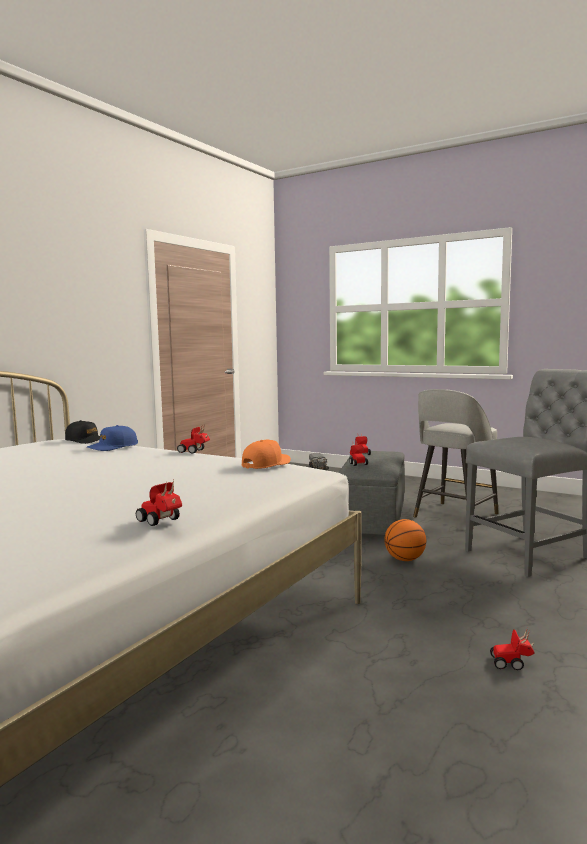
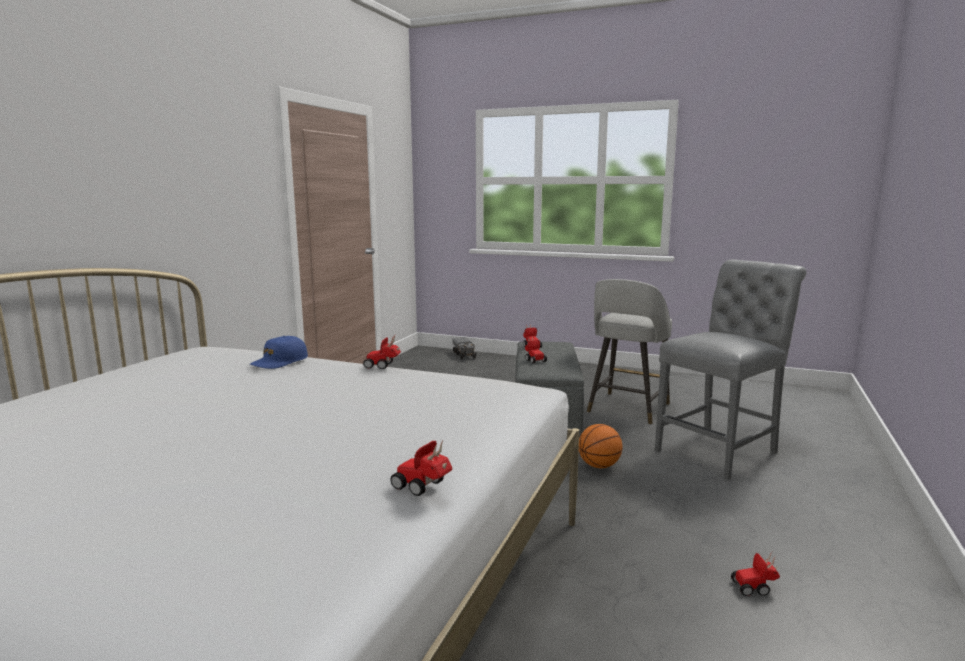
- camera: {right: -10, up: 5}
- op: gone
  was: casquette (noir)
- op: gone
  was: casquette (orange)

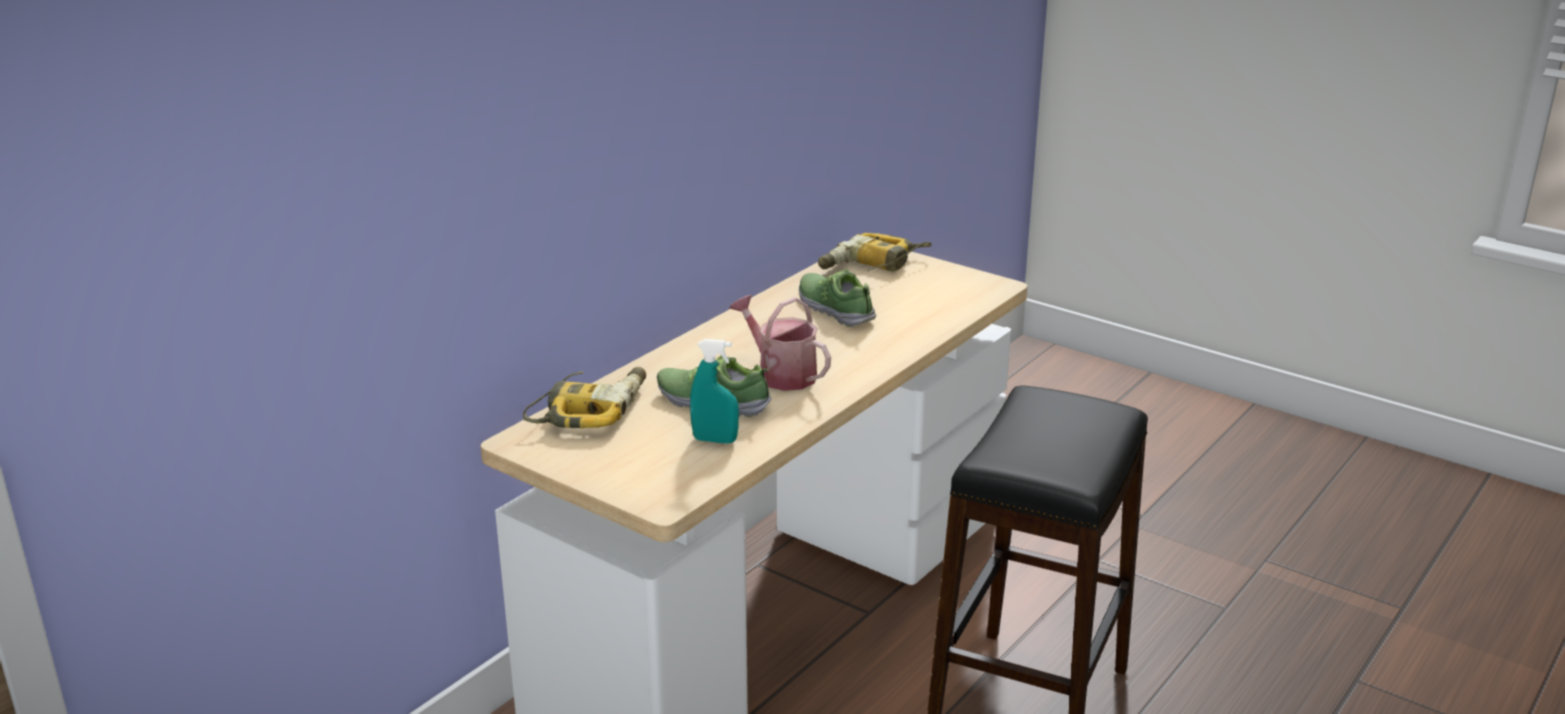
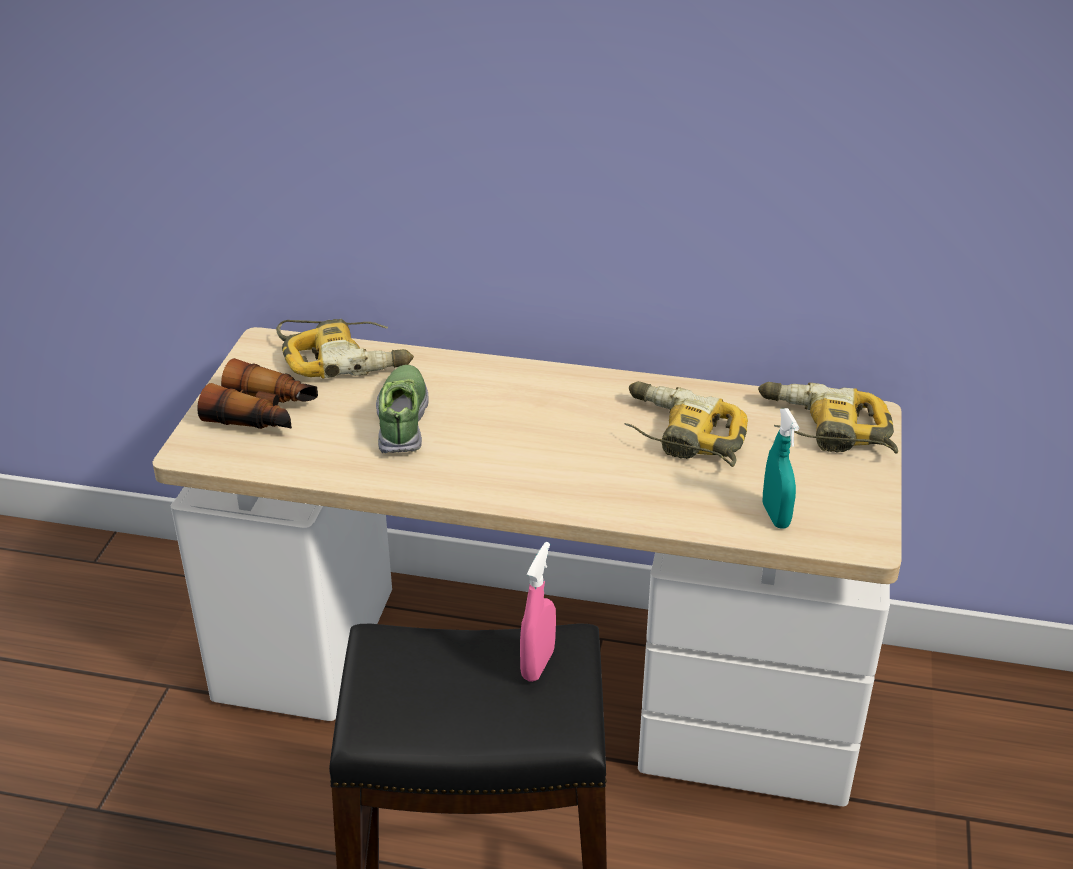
- camera: {right: 65, up: 10}
- op: new
  now: jumelles
- op: new
  now: vaporisateur (rose)
- op: swapped
  was: chaussure (no. 2 from left)
  now: perceuse (no. 2 from left)
- op: shifted
  was: vaporisateur (turquoise)
- op: gone
  was: arrosoir

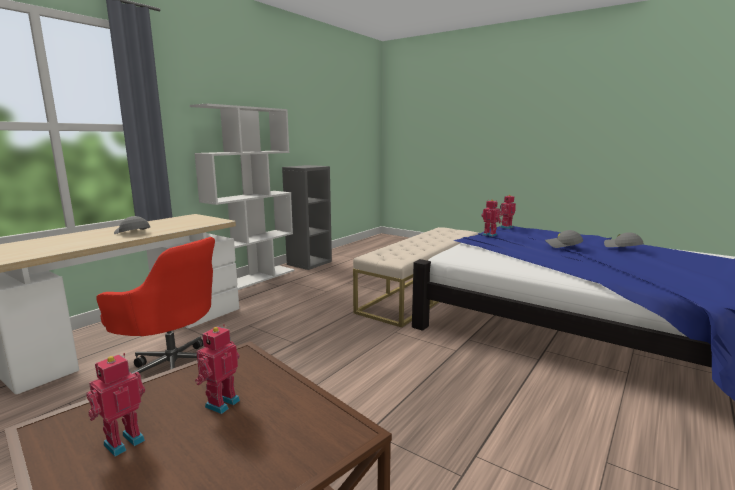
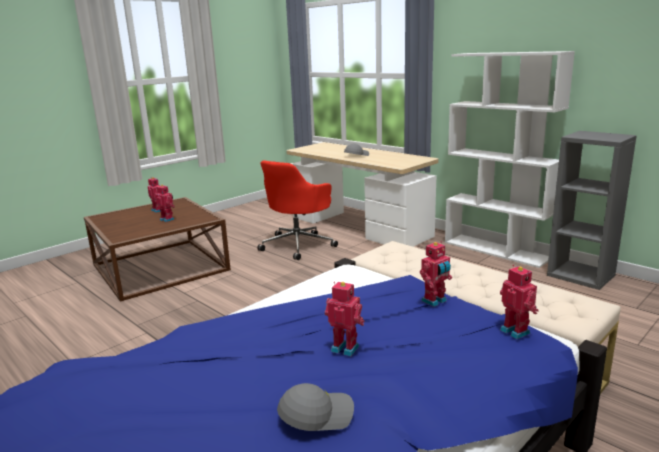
- camera: {right: 100, up: 5}
- op: swapped
  was: casquette (gris) (no. 2 from left)
  now: robot jouet (no. 3 from left)

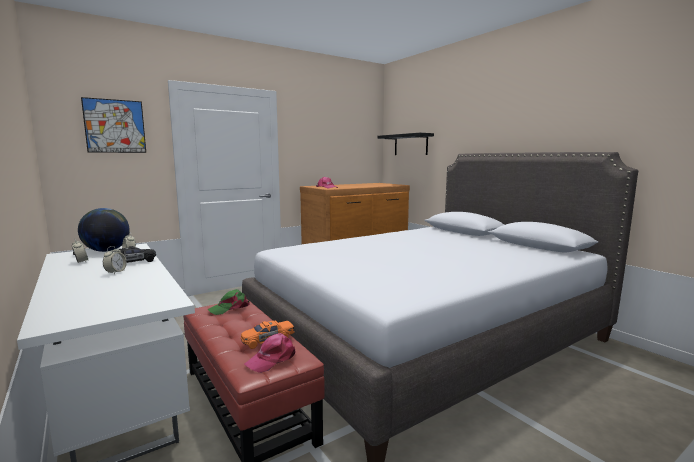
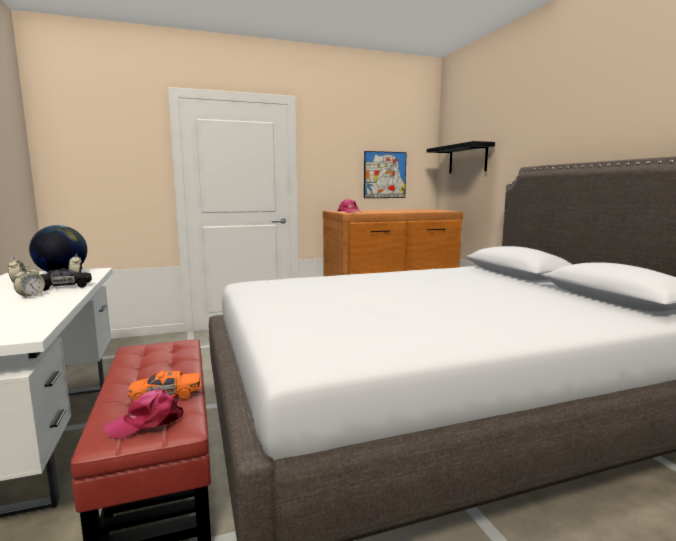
- camera: {right: 15, up: 0}
- op: shifted
  was: tableau
- op: gone
  was: casquette (vert)

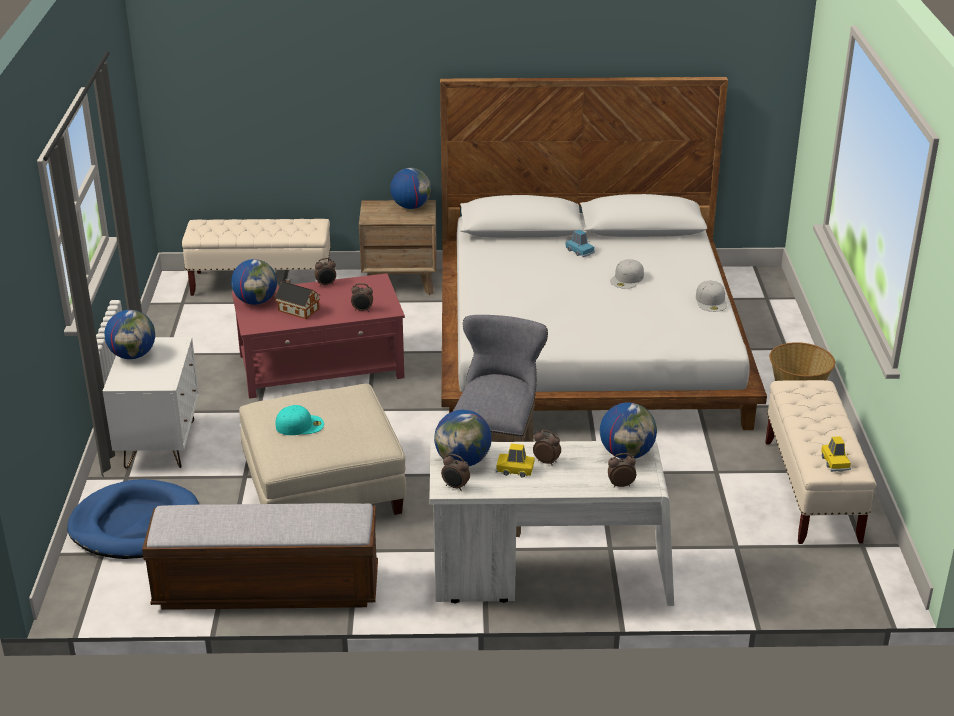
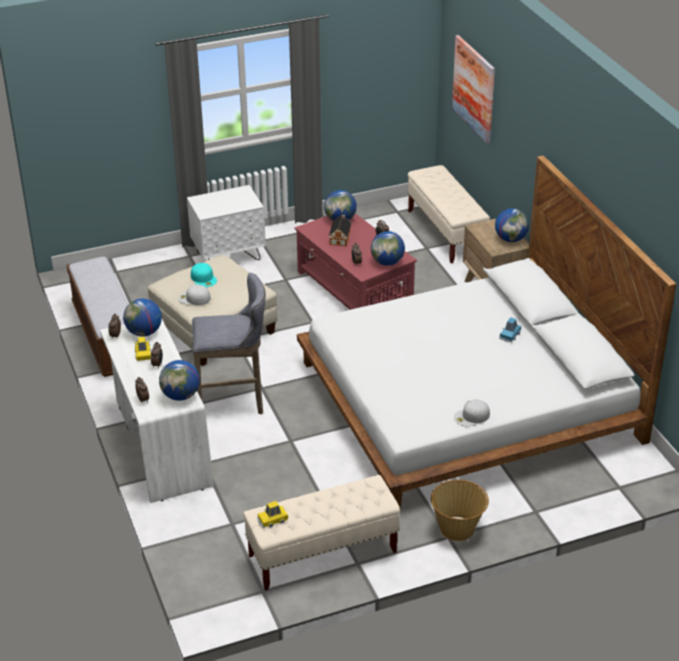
- camera: {right: 70, up: 5}
- op: shifted
  was: casquette (blanc) (no. 1 from left)
- op: shifted
  was: globe (no. 1 from left in the first image)
  now: globe (no. 4 from left)
- op: new
  now: tableau
- op: gone
  was: panier pour chien (bleu)

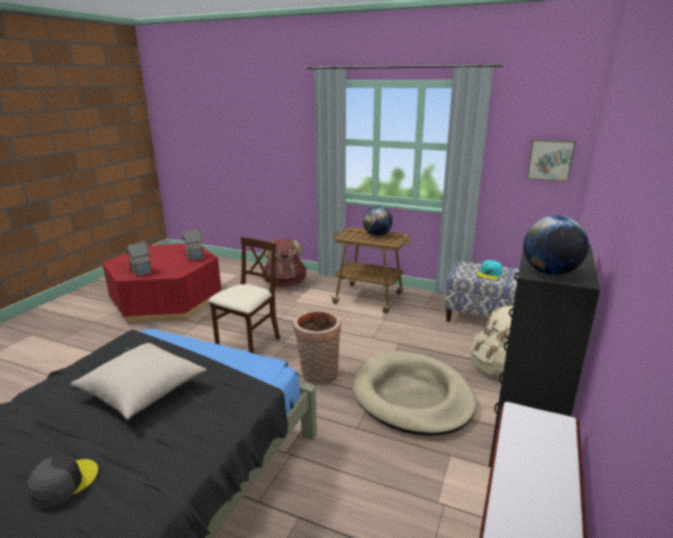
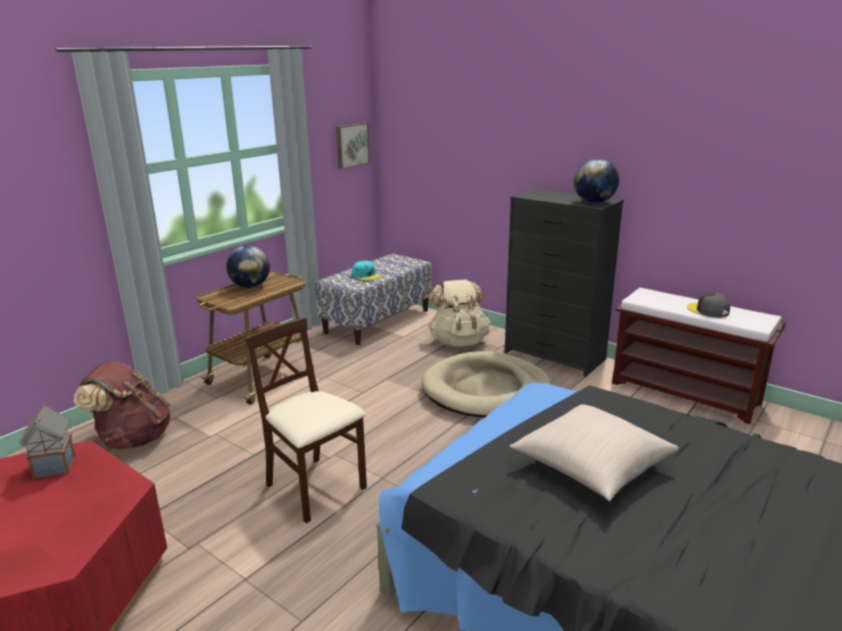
- camera: {right: -75, up: 0}
- op: shifted
  was: casquette (gris)
- op: gone
  was: maison miniature (no. 1 from left)
- op: gone
  was: panier

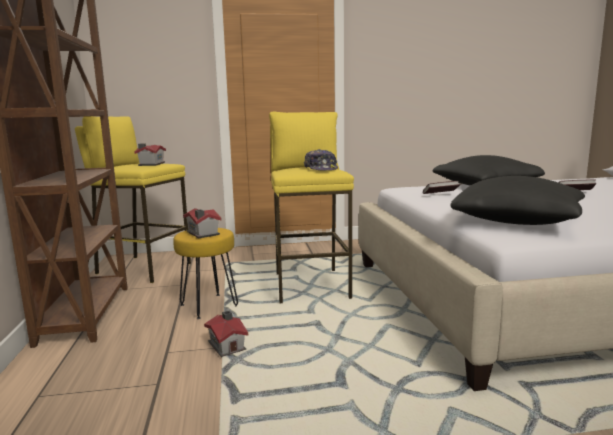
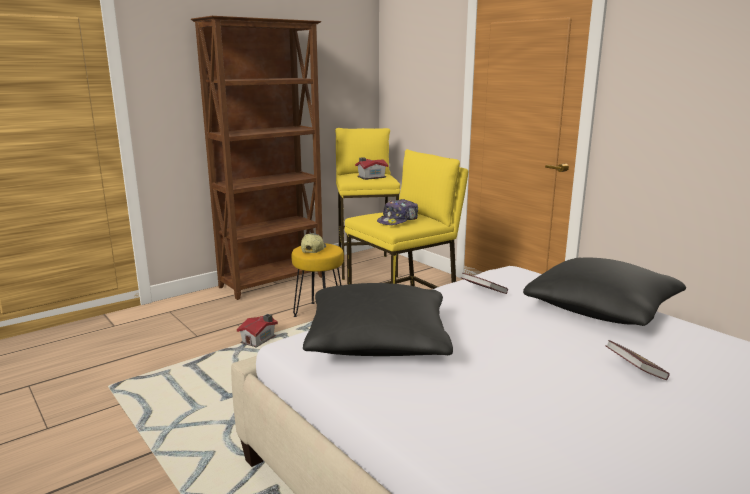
- camera: {right: 60, up: 5}
- op: swapped
  was: maison miniature (no. 2 from left)
  now: casquette (no. 1 from left)

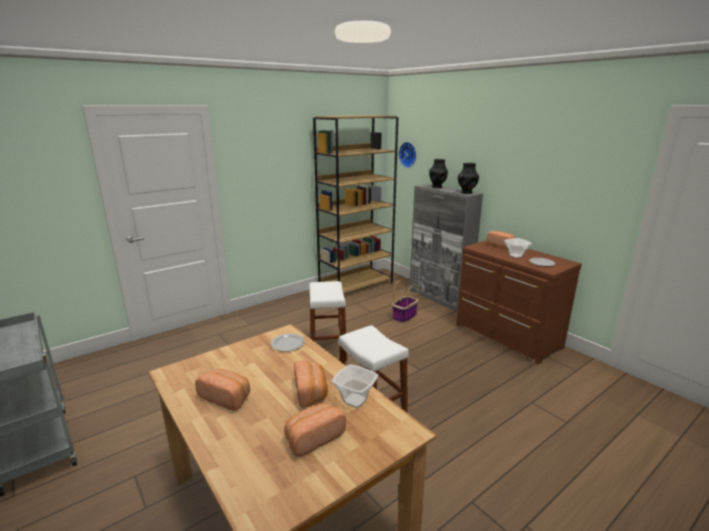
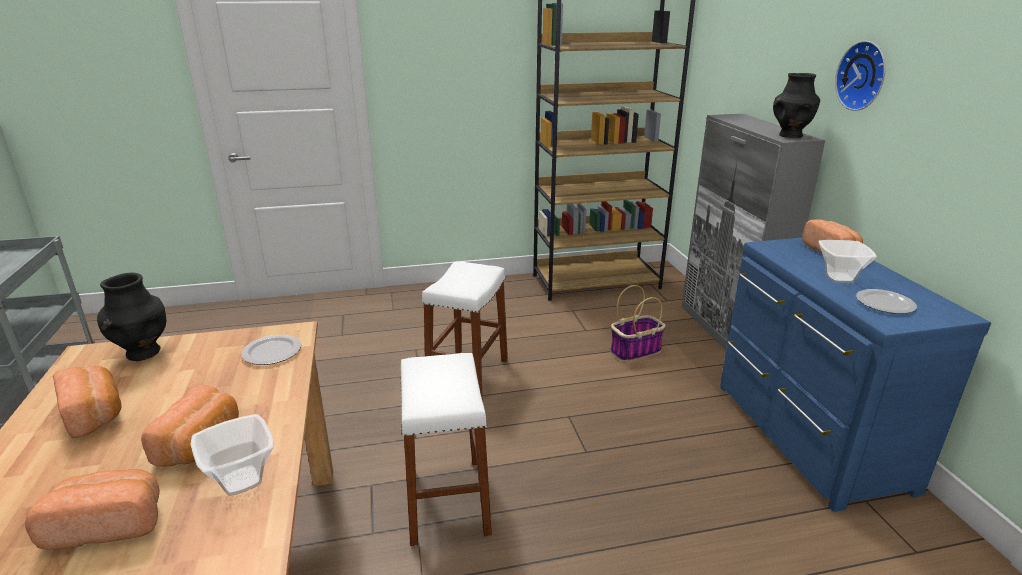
- camera: {right: 25, up: 5}
- op: shifted
  was: vase (noir) (no. 1 from left)
- op: repainted
  was: commode (marron)
  now: commode (bleu)
- op: shifted
  was: horloge murale

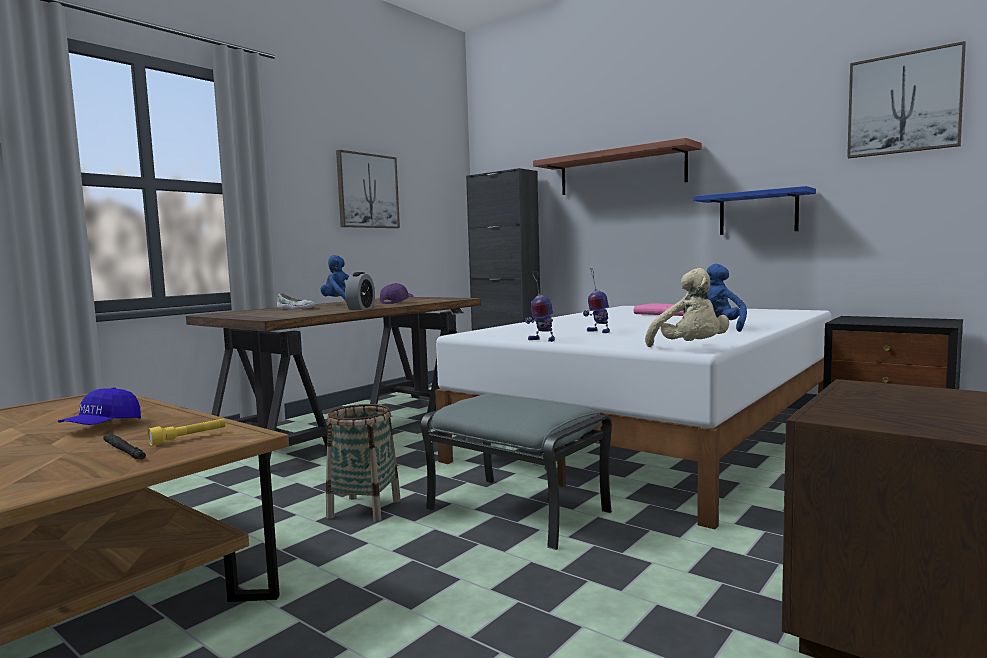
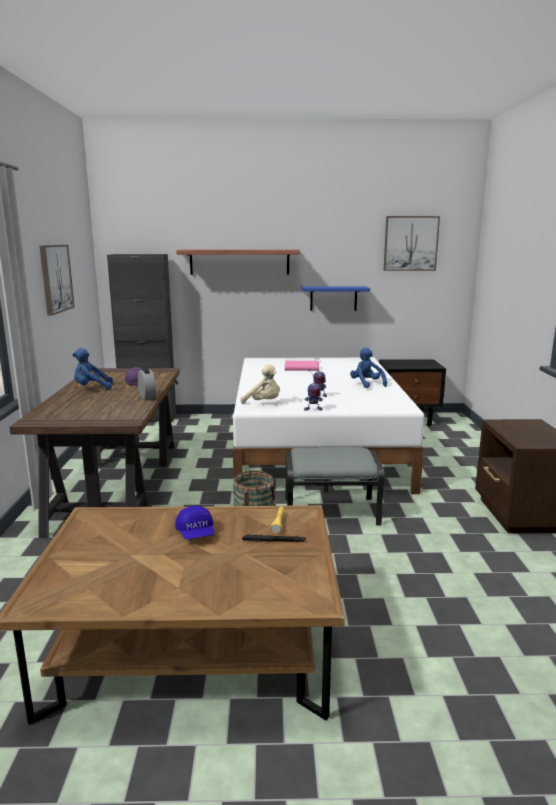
- camera: {right: -40, up: 10}
- op: shifted
  was: peluche (beige)
- op: gone
  was: chaussure (blanc)

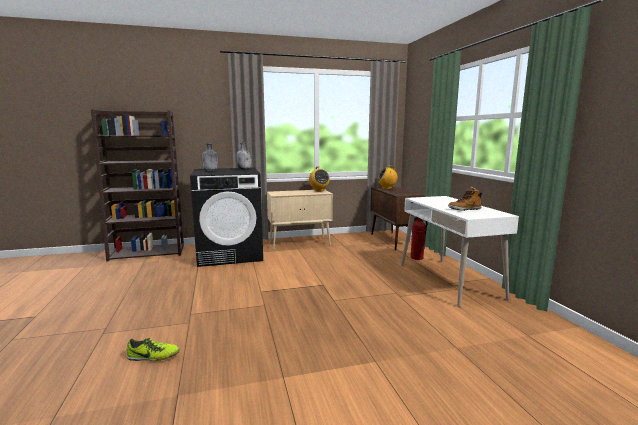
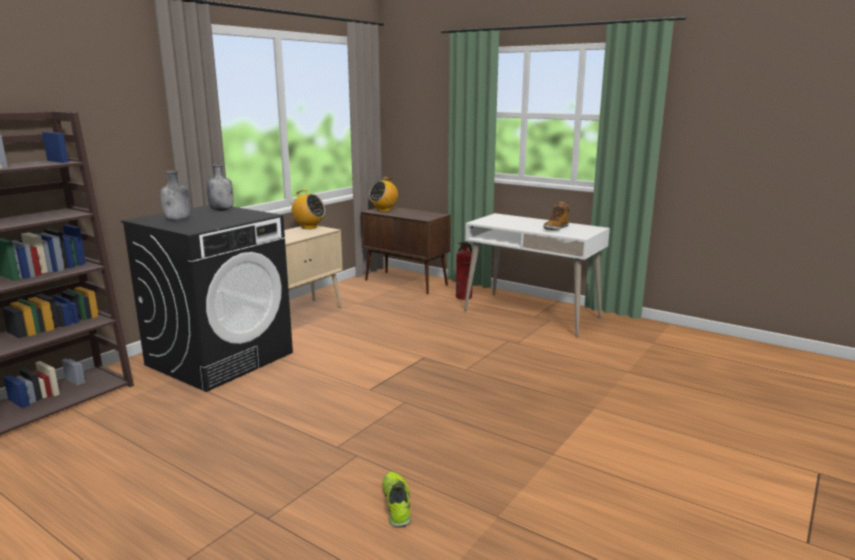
- camera: {right: -40, up: 5}
- op: rotated
  was: chaussure
  clockwise: -60

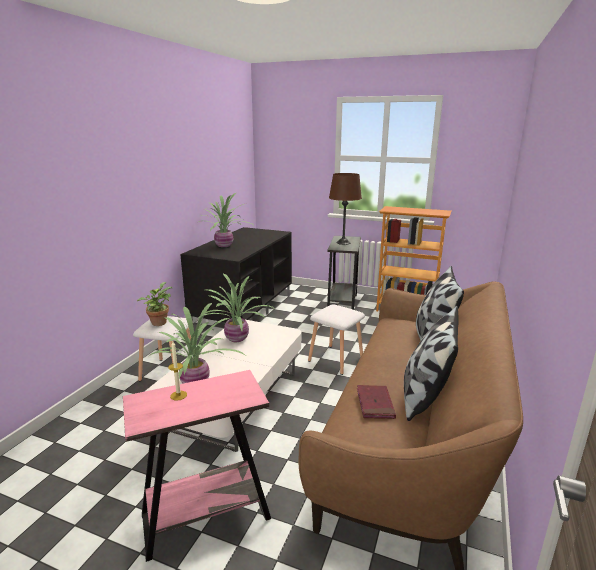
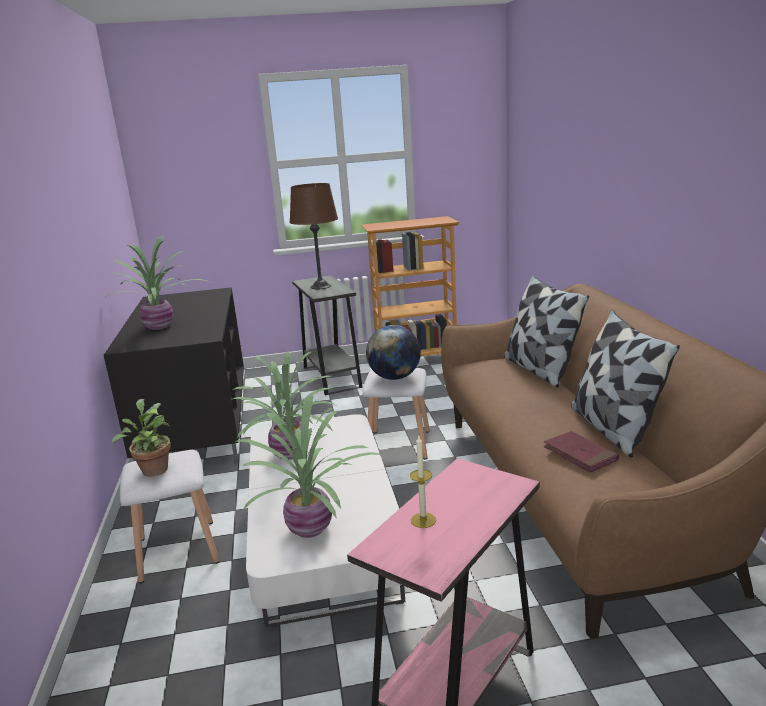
- camera: {right: -30, up: 0}
- op: new
  now: globe

